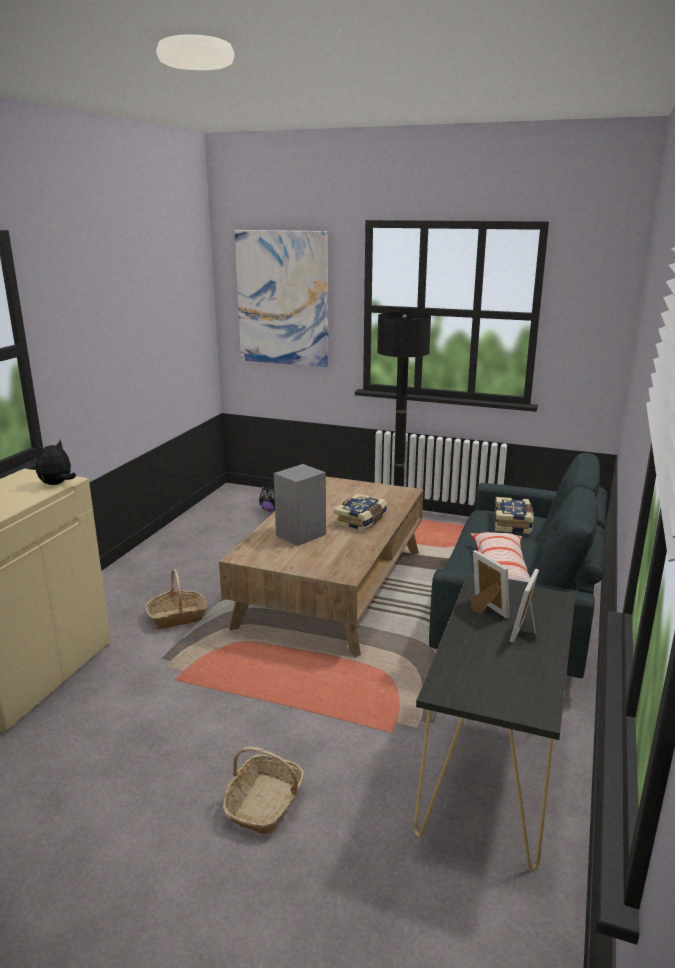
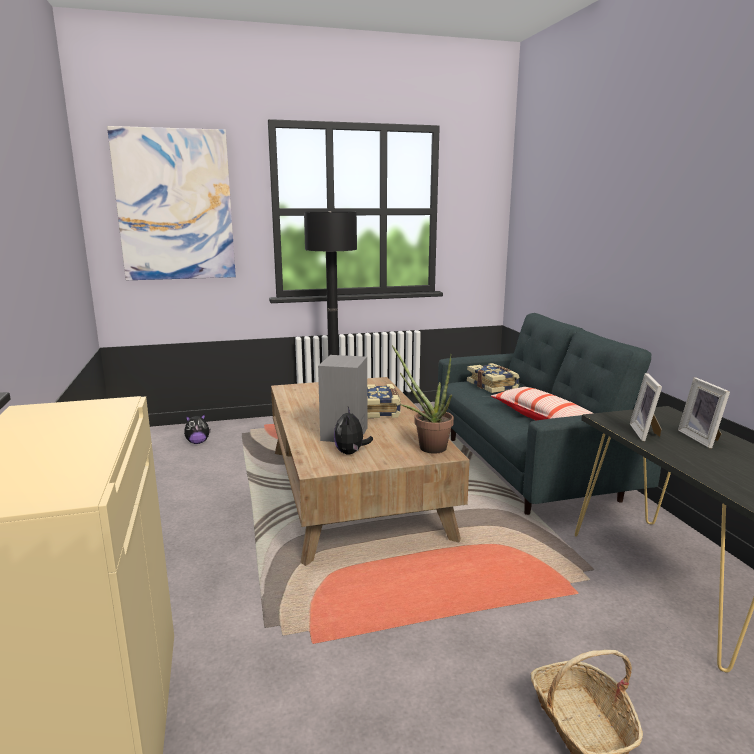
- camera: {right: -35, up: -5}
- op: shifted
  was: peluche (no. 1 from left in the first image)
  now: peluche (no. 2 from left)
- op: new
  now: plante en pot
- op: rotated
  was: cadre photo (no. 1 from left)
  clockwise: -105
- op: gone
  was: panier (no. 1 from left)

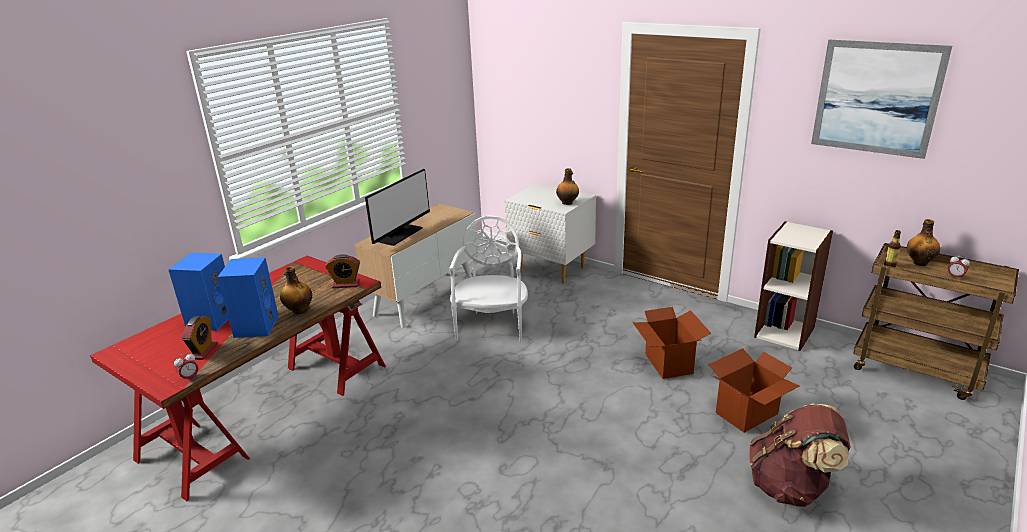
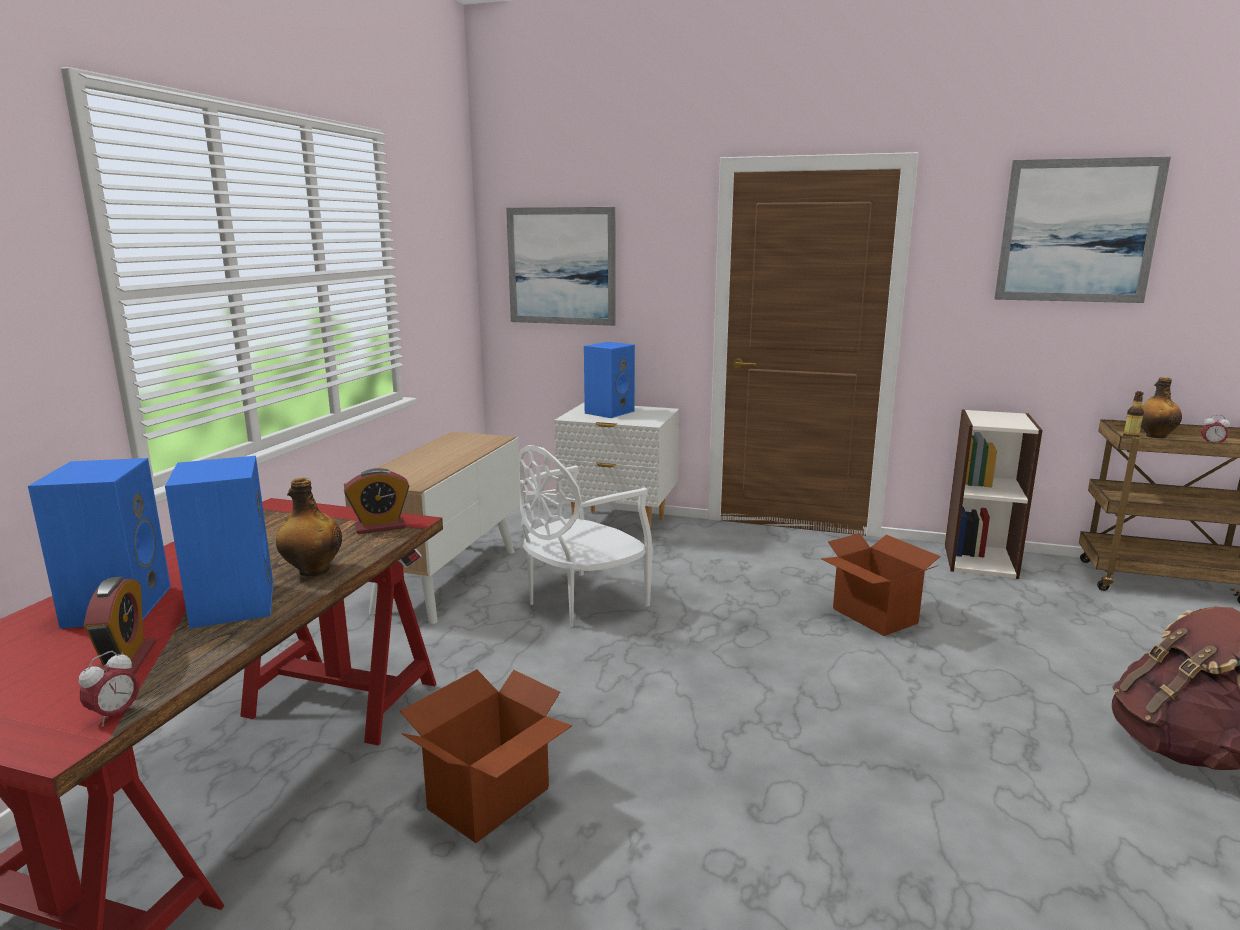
- camera: {right: -20, up: -10}
- op: shifted
  was: carton (no. 2 from left in the first image)
  now: carton (no. 1 from left)
- op: new
  now: tableau (no. 1 from left)
- op: rotated
  was: chaise (blanc)
  clockwise: -120
- op: new
  now: enceinte (bleu) (no. 3 from left)
- op: gone
  was: écran d'ordinateur
- op: gone
  was: bouteille (no. 2 from left)

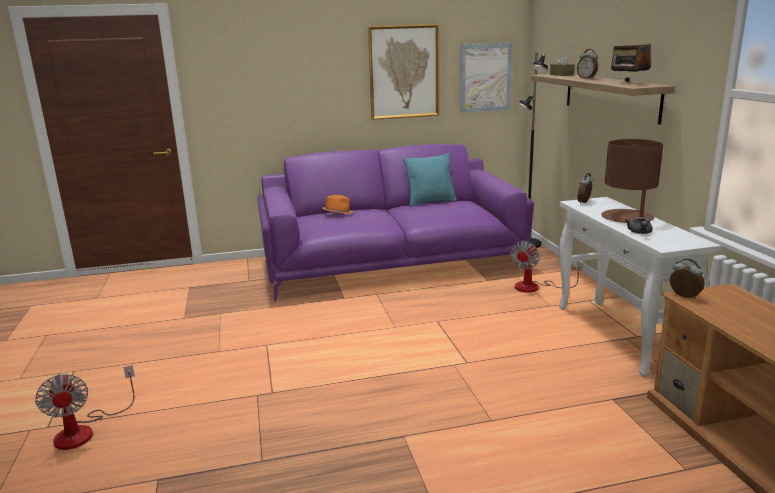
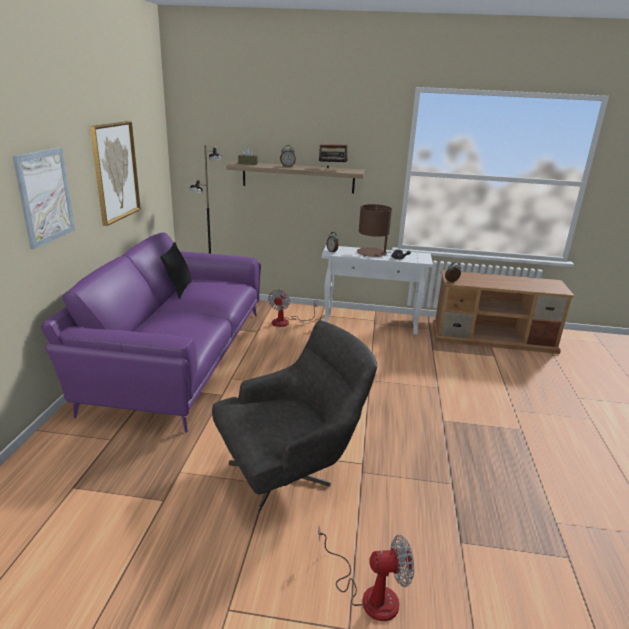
- camera: {right: -70, up: 5}
- op: shifted
  was: tableau (no. 2 from left in the first image)
  now: tableau (no. 1 from left)
- op: repainted
  was: coussin (turquoise)
  now: coussin (noir)
- op: new
  now: fauteuil (gris)
- op: rotated
  was: ventilateur (no. 2 from left in the first image)
  clockwise: 45
- op: gone
  was: chapeau (orange)

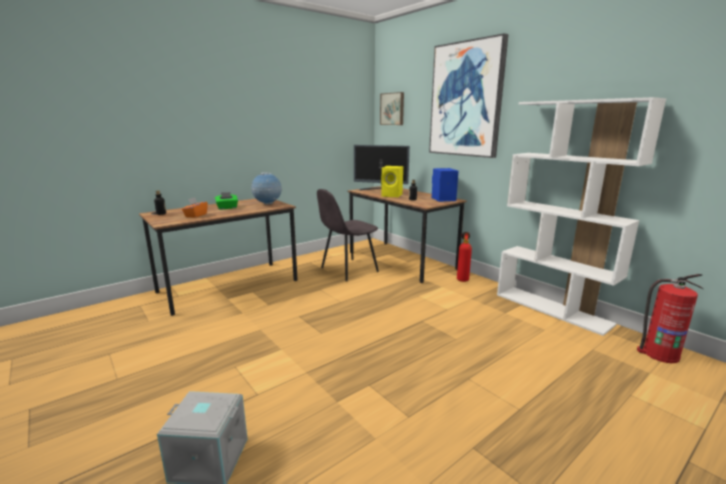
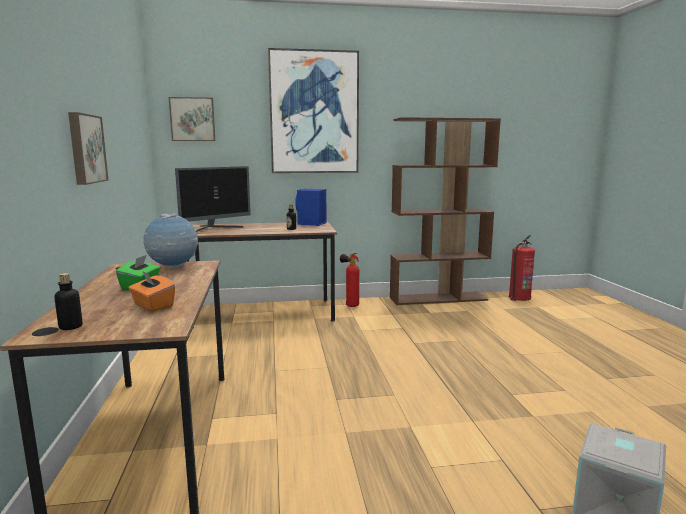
- camera: {right: -60, up: -5}
- op: new
  now: tableau (no. 1 from left)
- op: repainted
  was: bibliothèque (blanc)
  now: bibliothèque (marron)
- op: gone
  was: chaise (gris)
- op: gone
  was: enceinte (jaune)

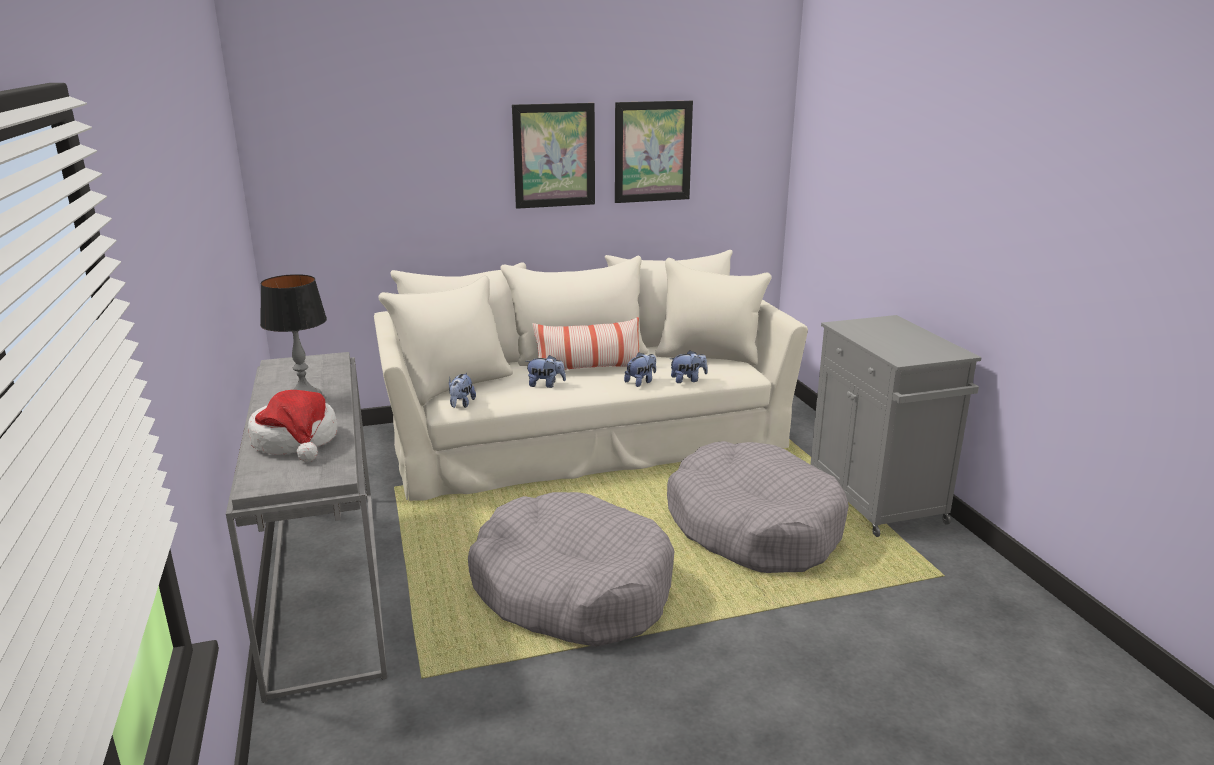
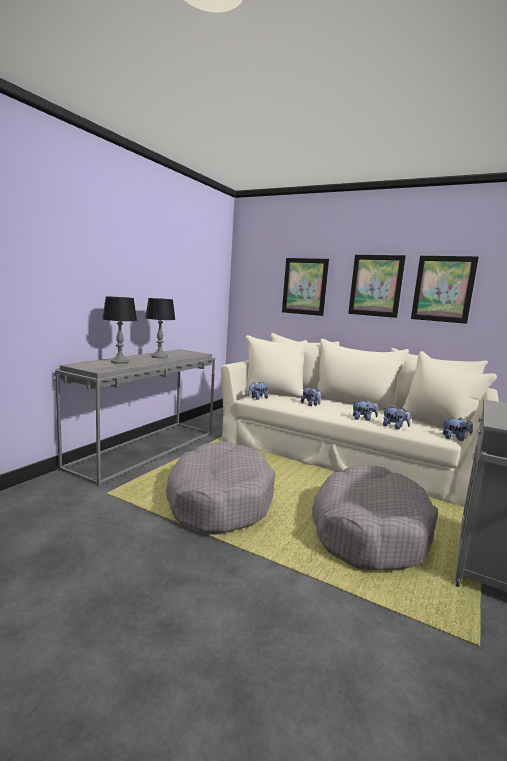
- camera: {right: 45, up: -10}
- op: swapped
  was: chapeau
  now: lampe de table (no. 1 from left)
- op: new
  now: tableau (no. 1 from left)
- op: new
  now: peluche (no. 5 from left)
- op: gone
  was: coussin

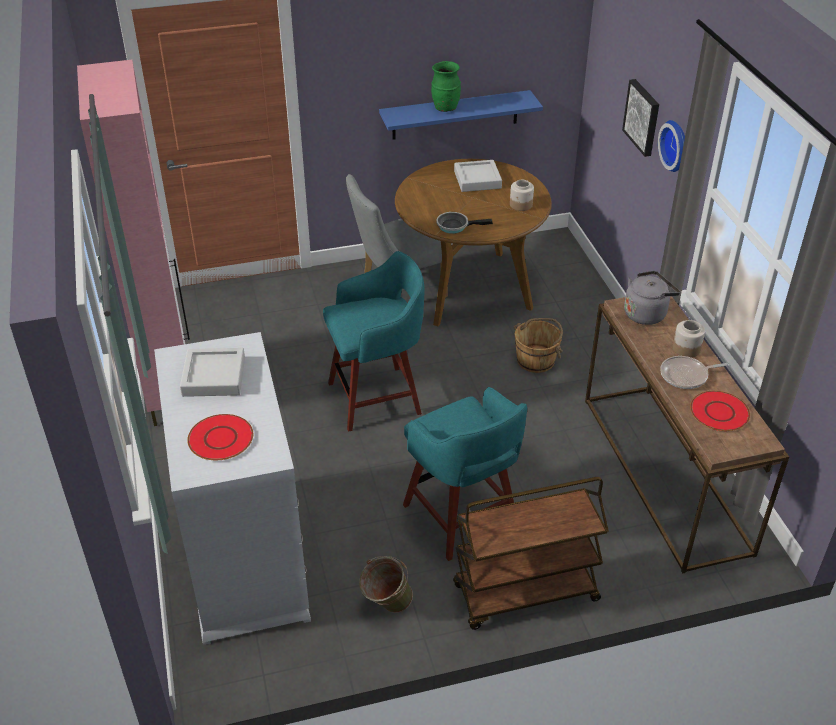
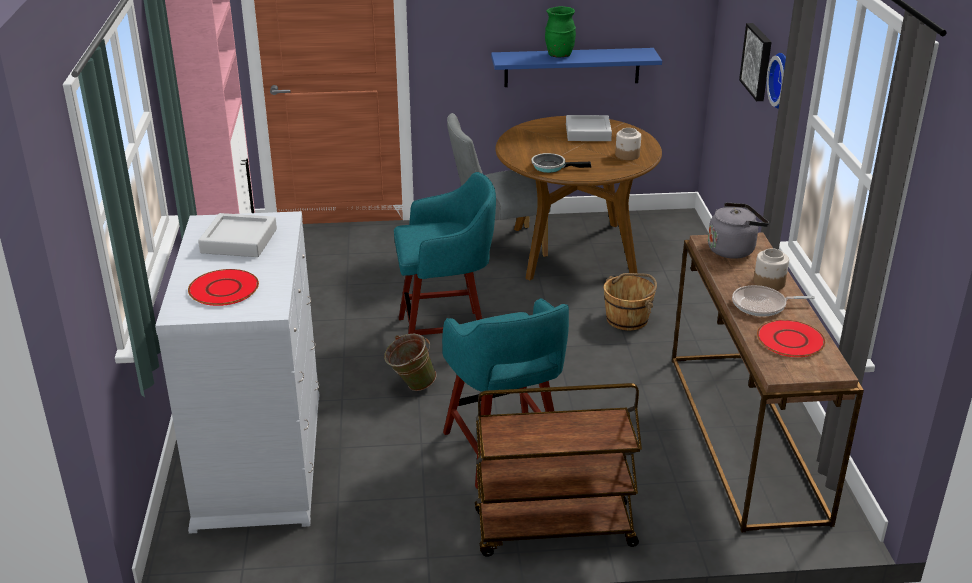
- camera: {right: 10, up: -10}
- op: shifted
  was: seau (vert)

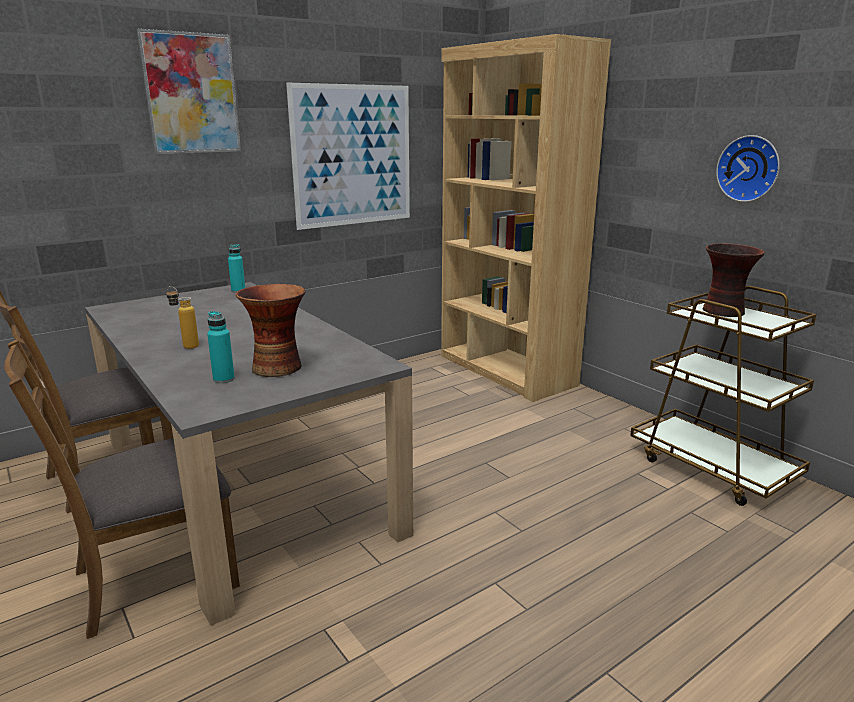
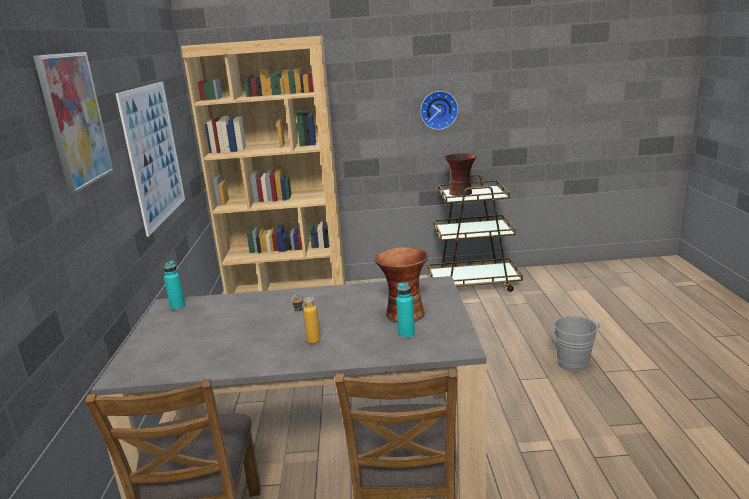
- camera: {right: -55, up: 0}
- op: new
  now: seau (gris)

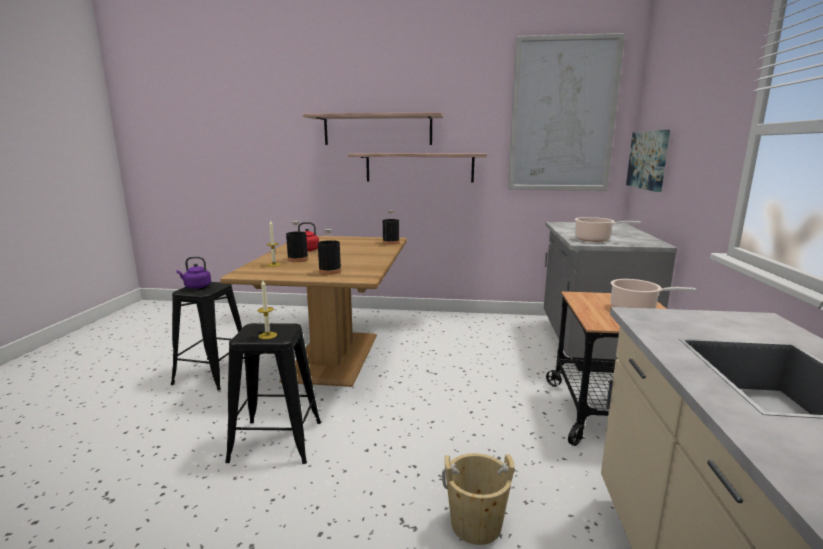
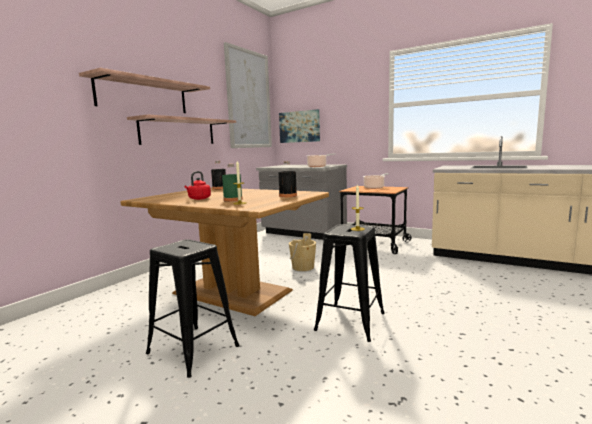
- camera: {right: -65, up: -5}
- op: repainted
  was: bouteille (noir) (no. 1 from left)
  now: bouteille (vert)
- op: shifted
  was: seau (beige)
- op: gone
  was: bouilloire (violet)

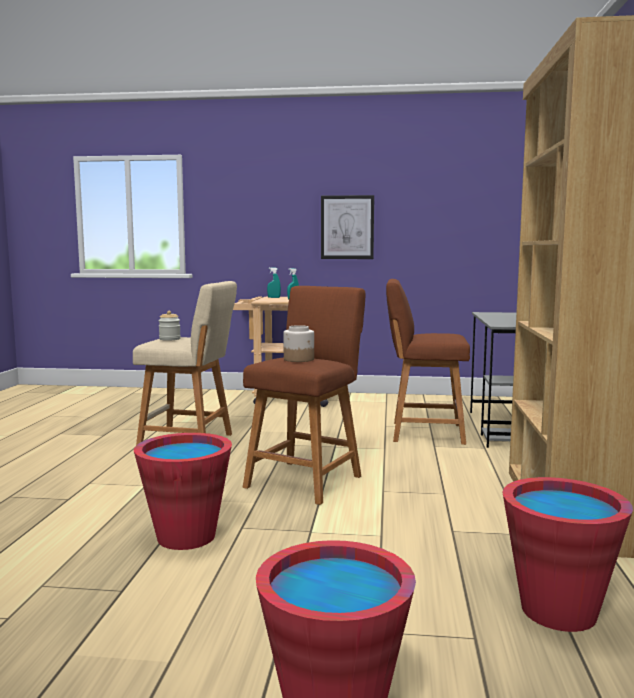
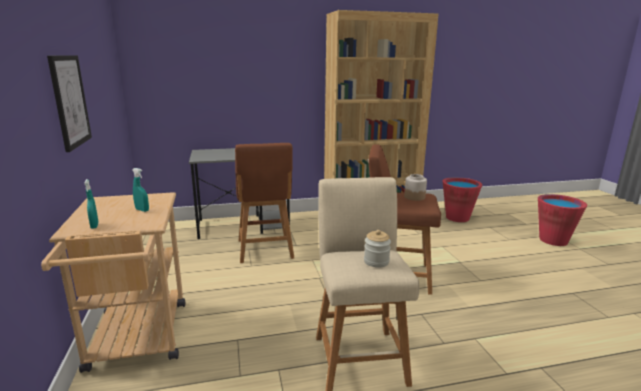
- camera: {right: -110, up: 10}
- op: gone
  was: seau (rouge) (no. 1 from left)

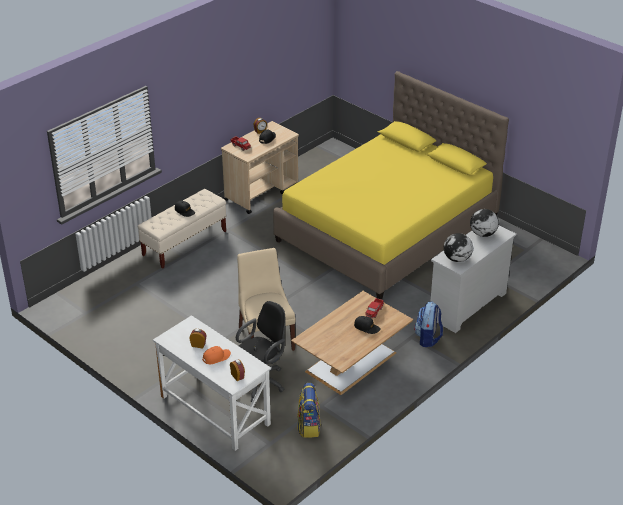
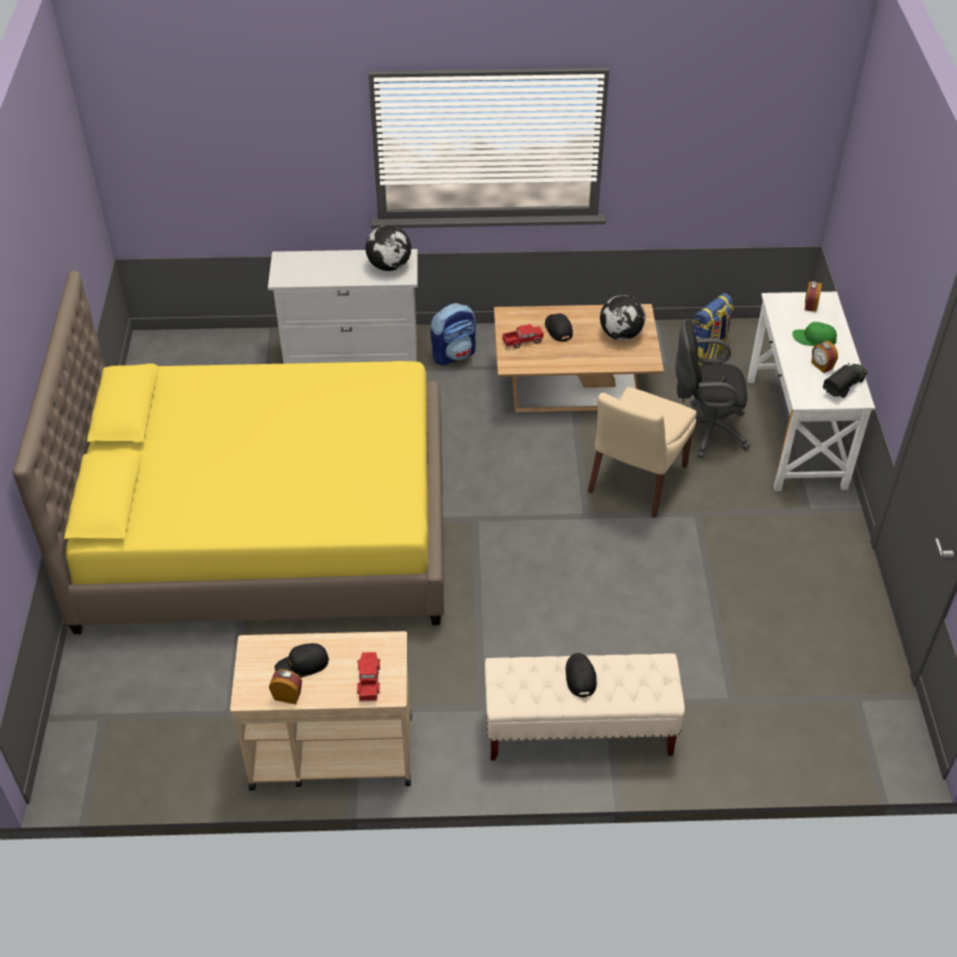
- camera: {right: -135, up: 10}
- op: shifted
  was: globe (no. 2 from left)
- op: repainted
  was: casquette (orange)
  now: casquette (vert)
- op: new
  now: camion jouet (no. 3 from left)

